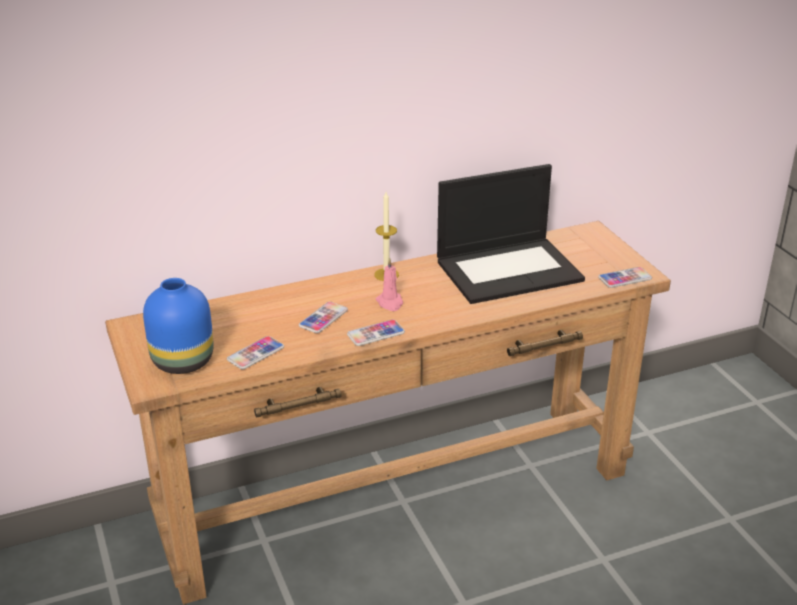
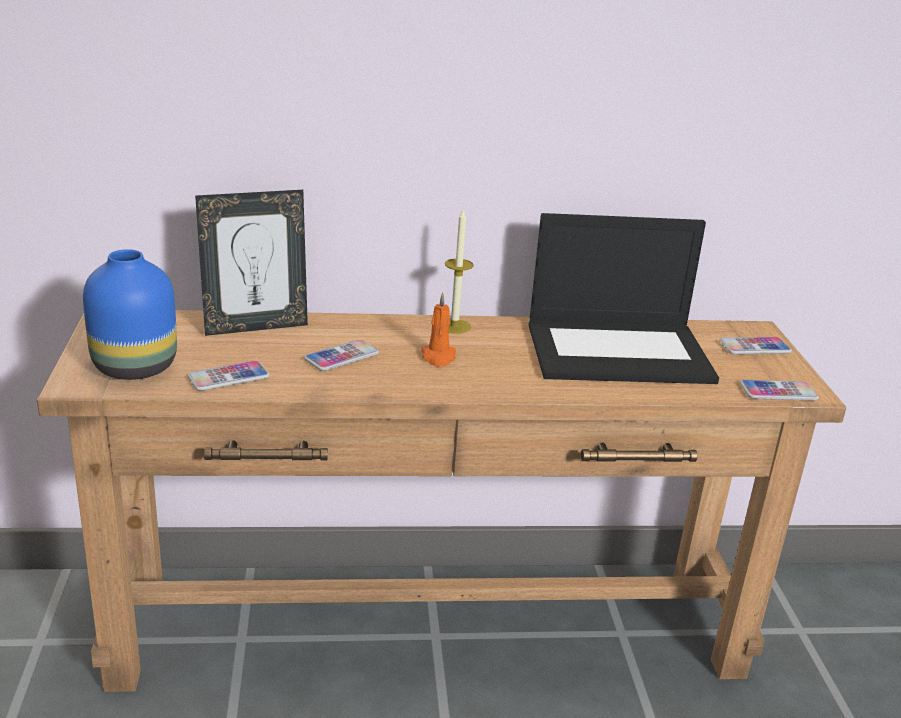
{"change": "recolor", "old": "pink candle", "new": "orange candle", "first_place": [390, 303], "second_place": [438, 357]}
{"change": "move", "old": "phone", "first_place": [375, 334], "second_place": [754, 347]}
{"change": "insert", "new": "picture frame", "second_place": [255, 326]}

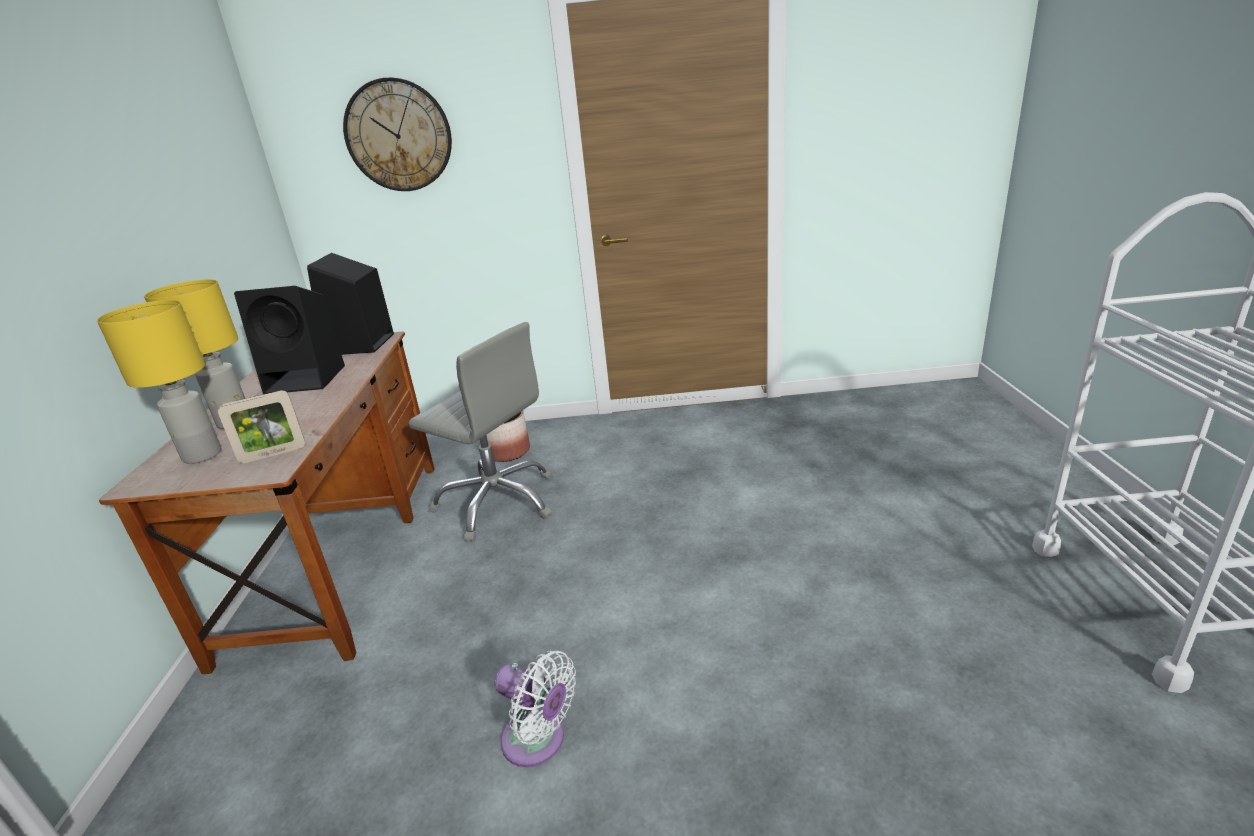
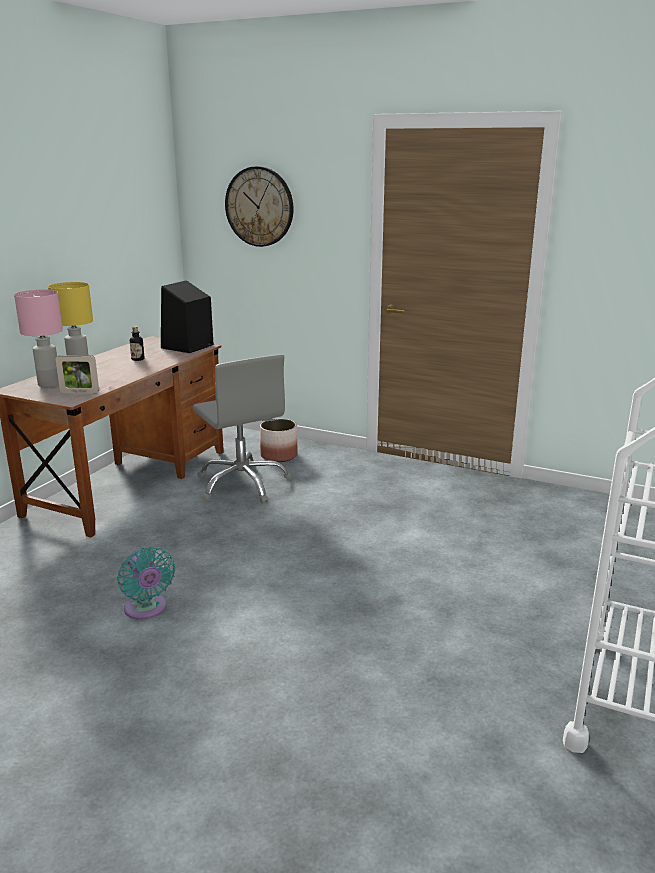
{"change": "replace", "old": "black speaker", "new": "bottle", "first_place": [308, 379], "second_place": [138, 359]}
{"change": "recolor", "old": "yellow table lamp", "new": "pink table lamp", "first_place": [202, 456], "second_place": [49, 384]}
{"change": "recolor", "old": "white fan", "new": "turquoise fan", "first_place": [538, 741], "second_place": [146, 609]}

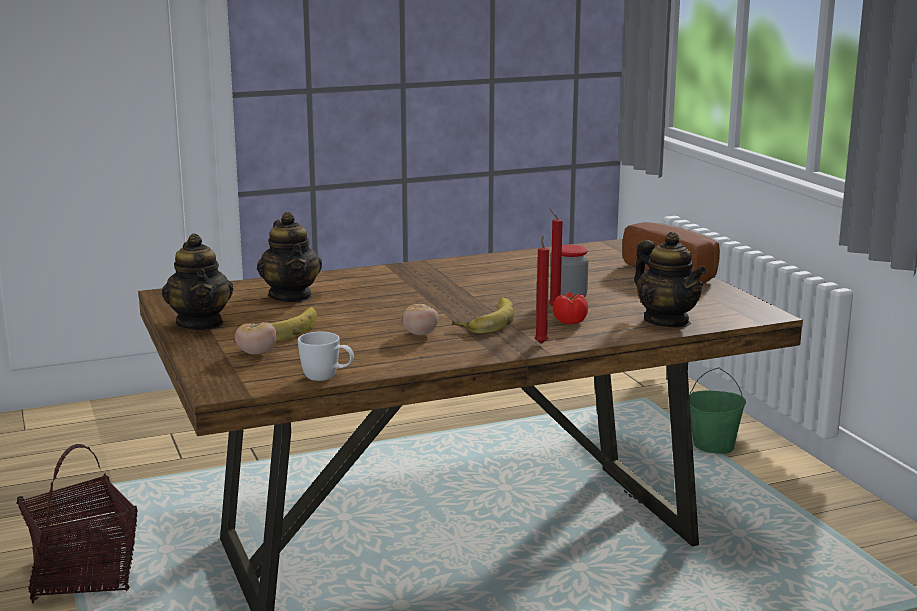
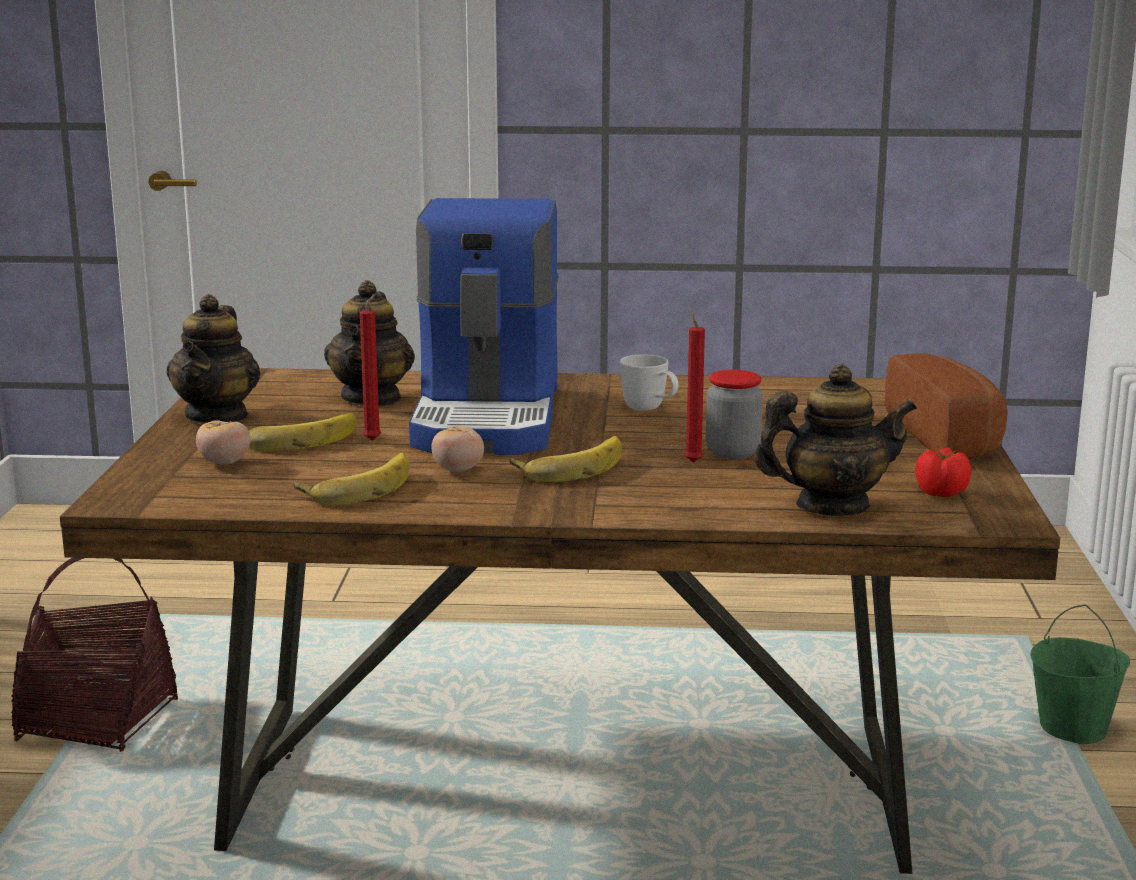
{"change": "rotate", "old": "teapot", "first_place": [667, 321], "second_place": [831, 506], "degrees": -90}
{"change": "move", "old": "red candle", "first_place": [541, 343], "second_place": [374, 439]}
{"change": "move", "old": "tomato", "first_place": [569, 321], "second_place": [940, 492]}
{"change": "move", "old": "white mug", "first_place": [327, 378], "second_place": [650, 410]}
{"change": "insert", "new": "coffee machine", "second_place": [490, 418]}
{"change": "insert", "new": "banana", "second_place": [357, 486]}

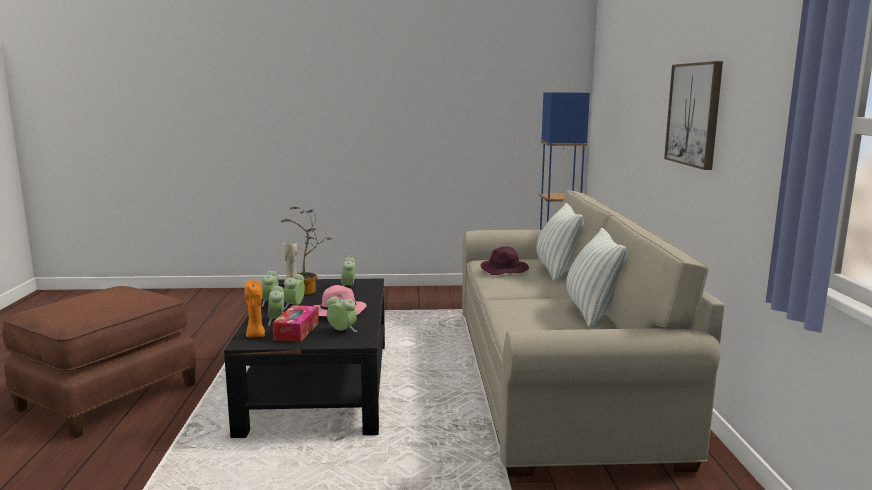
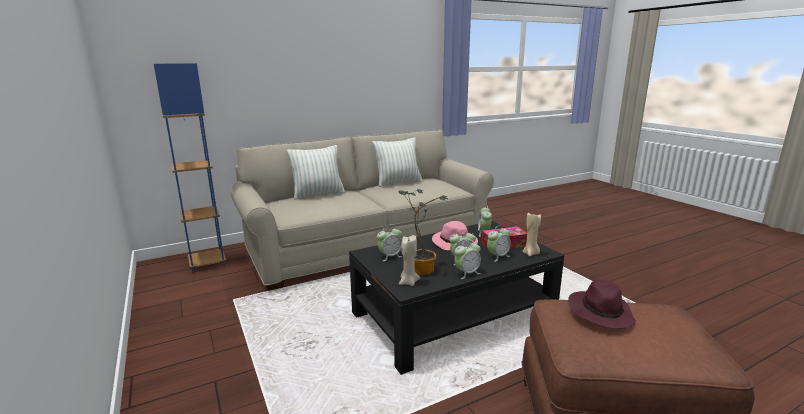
{"change": "delete", "old": "picture", "first_place": [694, 114]}
{"change": "move", "old": "purple hat", "first_place": [505, 270], "second_place": [600, 313]}
{"change": "recolor", "old": "orange candle", "new": "beige candle", "first_place": [255, 335], "second_place": [531, 253]}

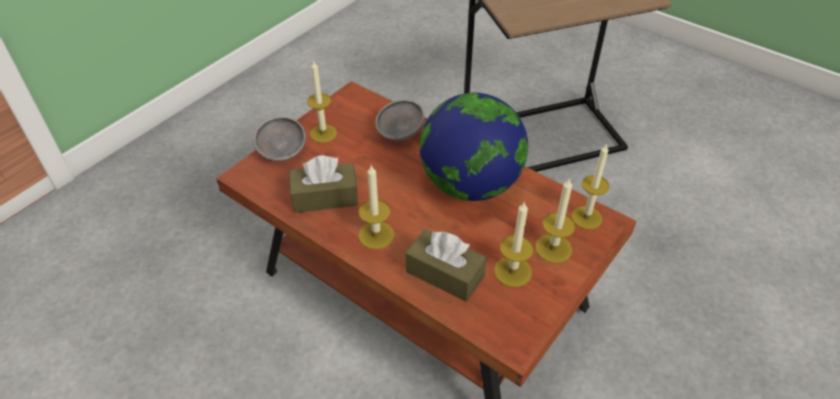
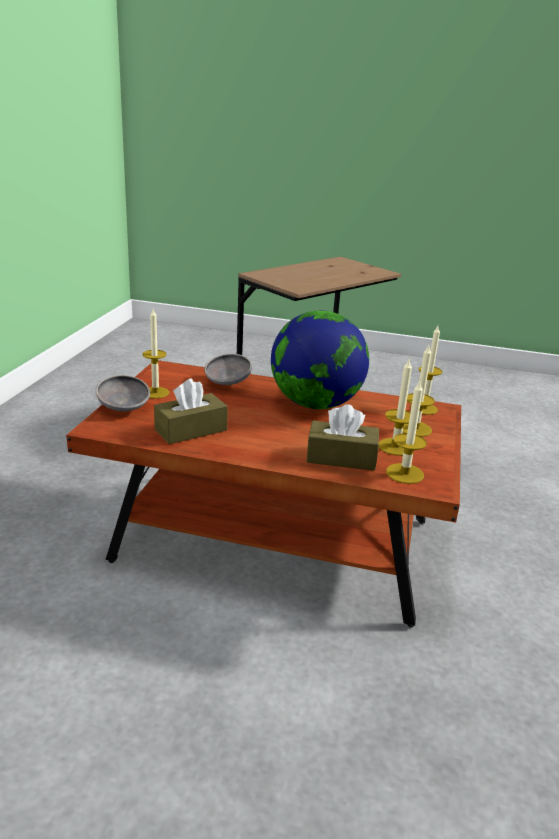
{"change": "move", "old": "candle", "first_place": [376, 235], "second_place": [405, 473]}

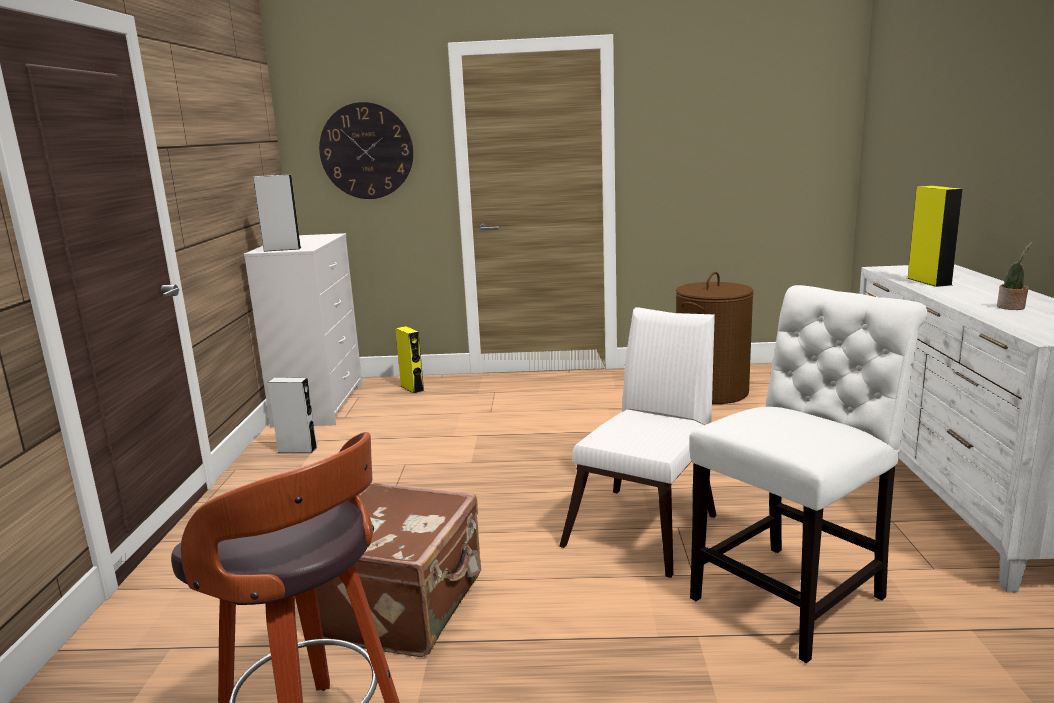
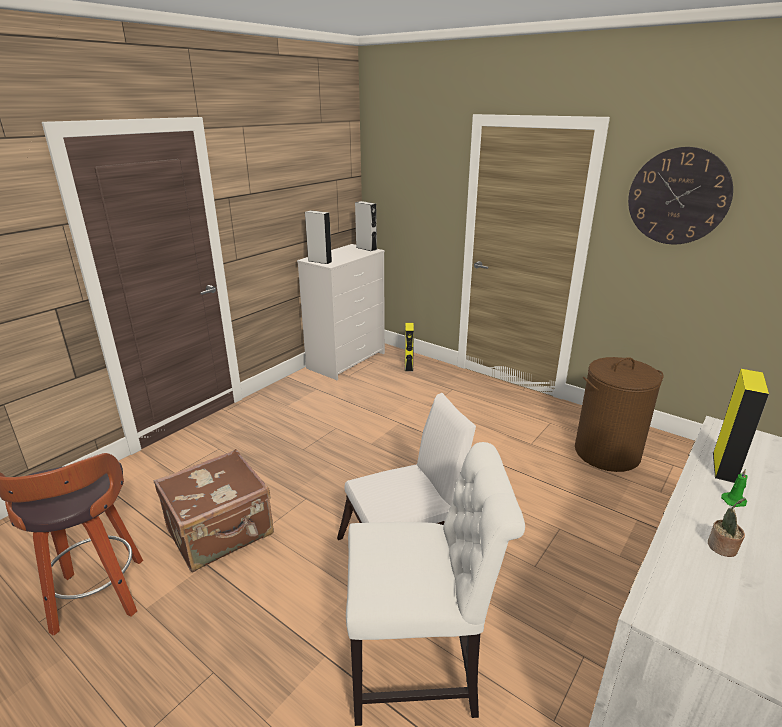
{"change": "move", "old": "wall clock", "first_place": [366, 151], "second_place": [678, 196]}
{"change": "move", "old": "grey speaker", "first_place": [297, 450], "second_place": [366, 248]}
{"change": "insert", "new": "green candle", "second_place": [734, 501]}

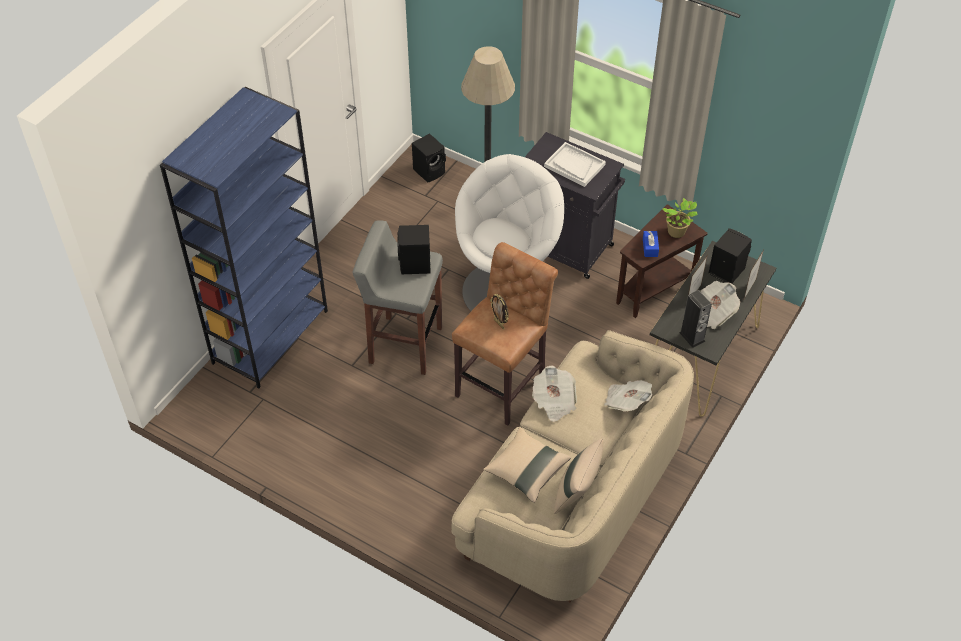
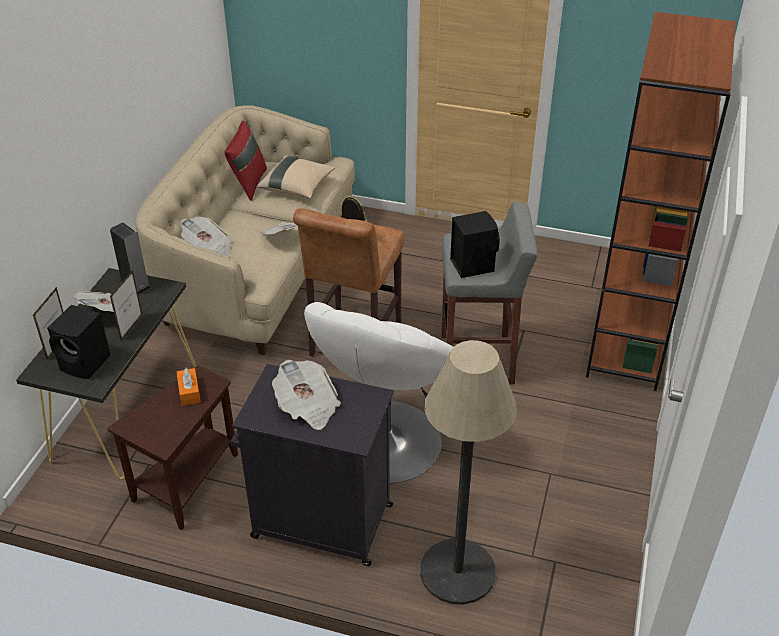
{"change": "recolor", "old": "blue bookcase", "new": "brown bookcase", "first_place": [270, 336], "second_place": [628, 340]}
{"change": "delete", "old": "black speaker", "first_place": [430, 171]}
{"change": "replace", "old": "white tray", "new": "newspaper", "first_place": [574, 165], "second_place": [307, 407]}
{"change": "delete", "old": "potted plant", "first_place": [677, 232]}
{"change": "recolor", "old": "blue tissue box", "new": "orange tissue box", "first_place": [650, 247], "second_place": [189, 392]}
{"change": "recolor", "old": "beige pillow", "new": "red pillow", "first_place": [577, 493], "second_place": [248, 184]}

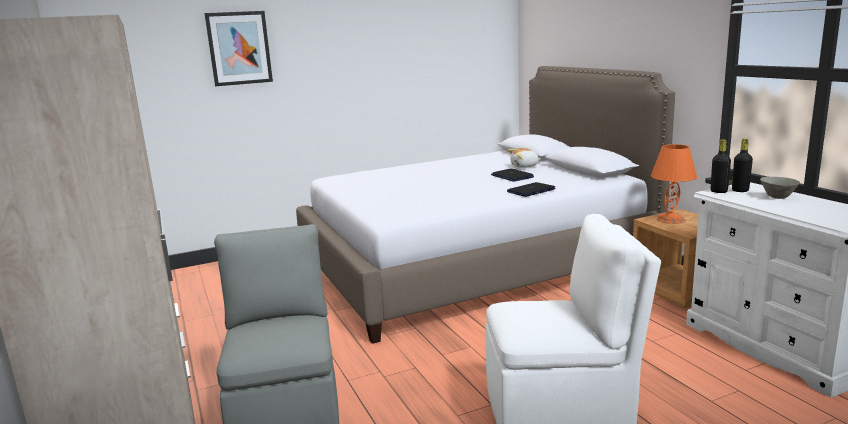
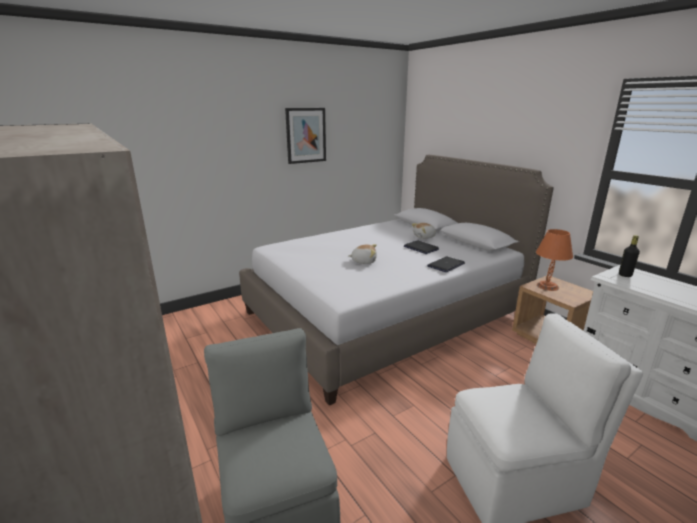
{"change": "move", "old": "picture", "first_place": [239, 48], "second_place": [306, 135]}
{"change": "delete", "old": "black bottle", "first_place": [718, 191]}
{"change": "delete", "old": "grey bowl", "first_place": [778, 197]}
{"change": "insert", "new": "plush toy", "second_place": [364, 261]}

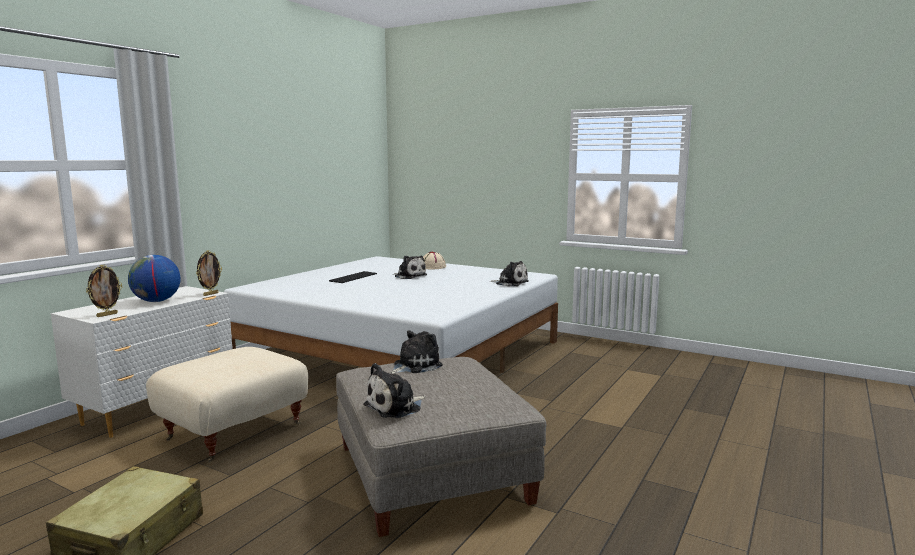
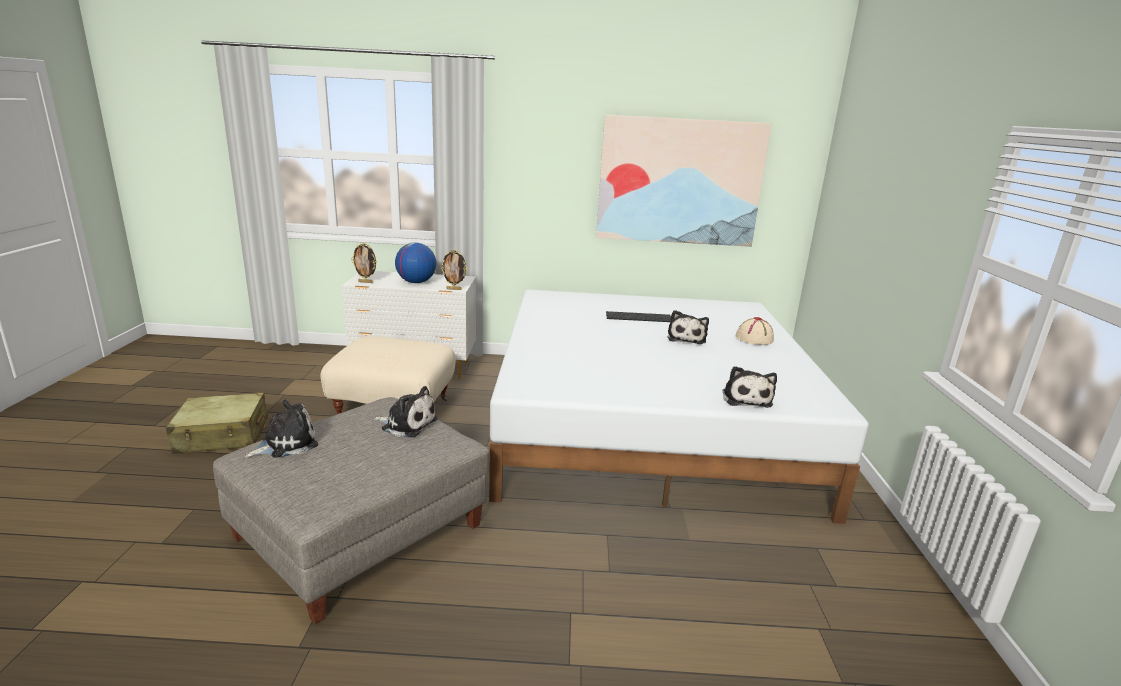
{"change": "rotate", "old": "plush toy", "first_place": [395, 407], "second_place": [286, 443], "degrees": 120}
{"change": "insert", "new": "picture", "second_place": [679, 182]}

